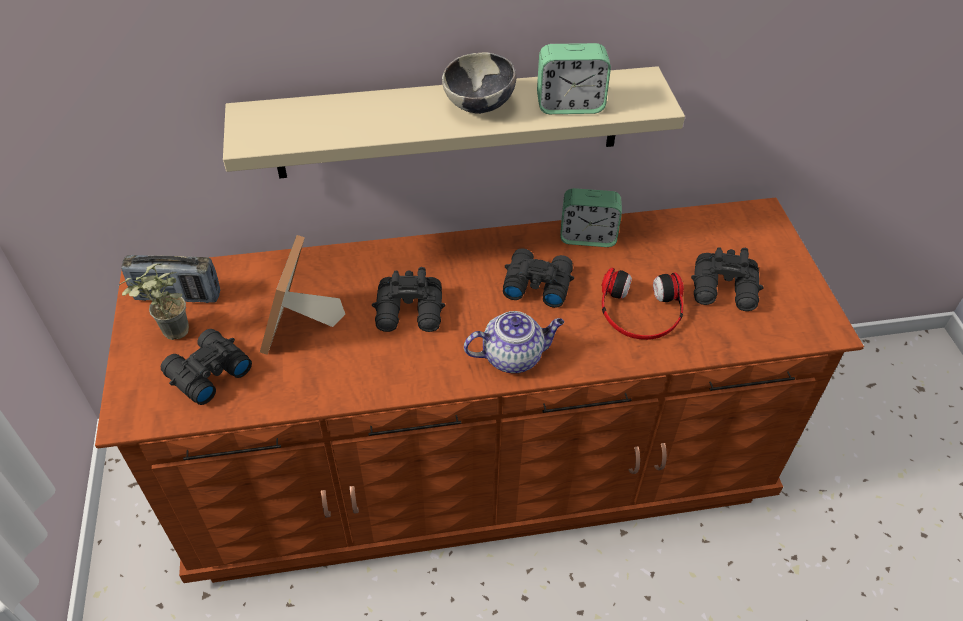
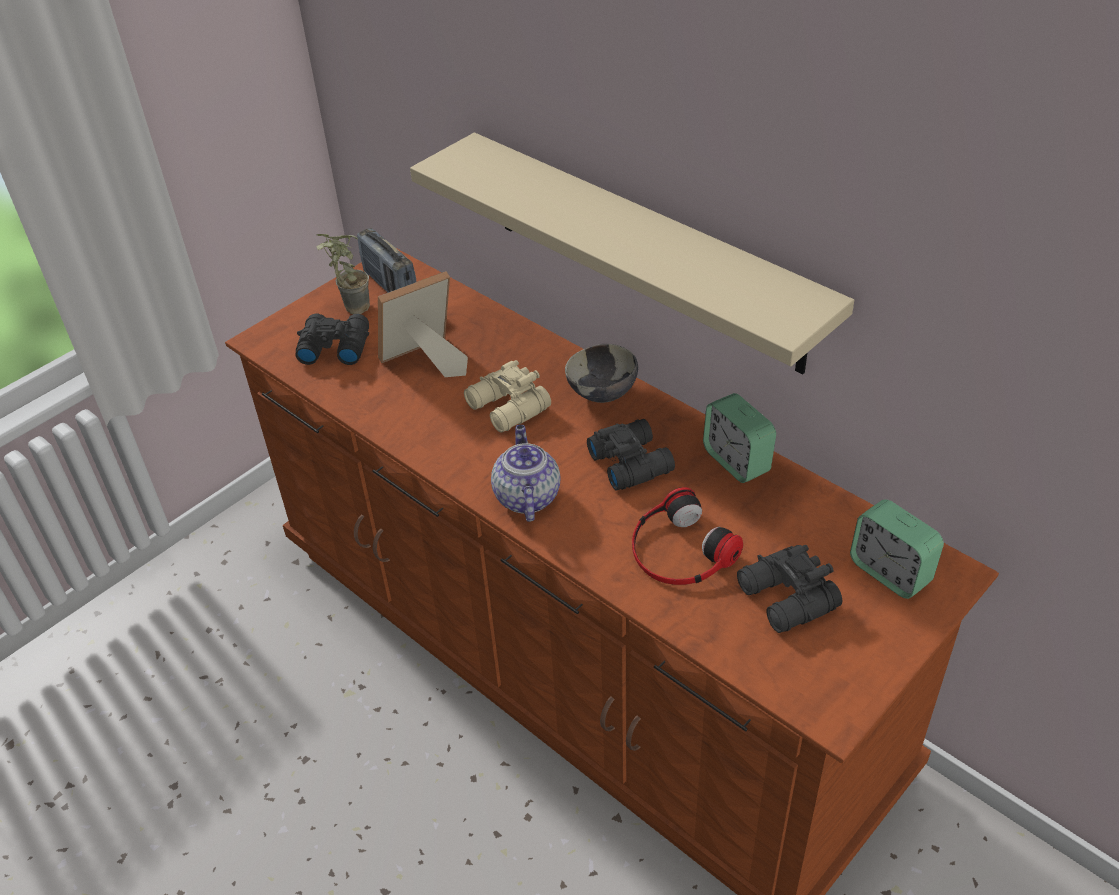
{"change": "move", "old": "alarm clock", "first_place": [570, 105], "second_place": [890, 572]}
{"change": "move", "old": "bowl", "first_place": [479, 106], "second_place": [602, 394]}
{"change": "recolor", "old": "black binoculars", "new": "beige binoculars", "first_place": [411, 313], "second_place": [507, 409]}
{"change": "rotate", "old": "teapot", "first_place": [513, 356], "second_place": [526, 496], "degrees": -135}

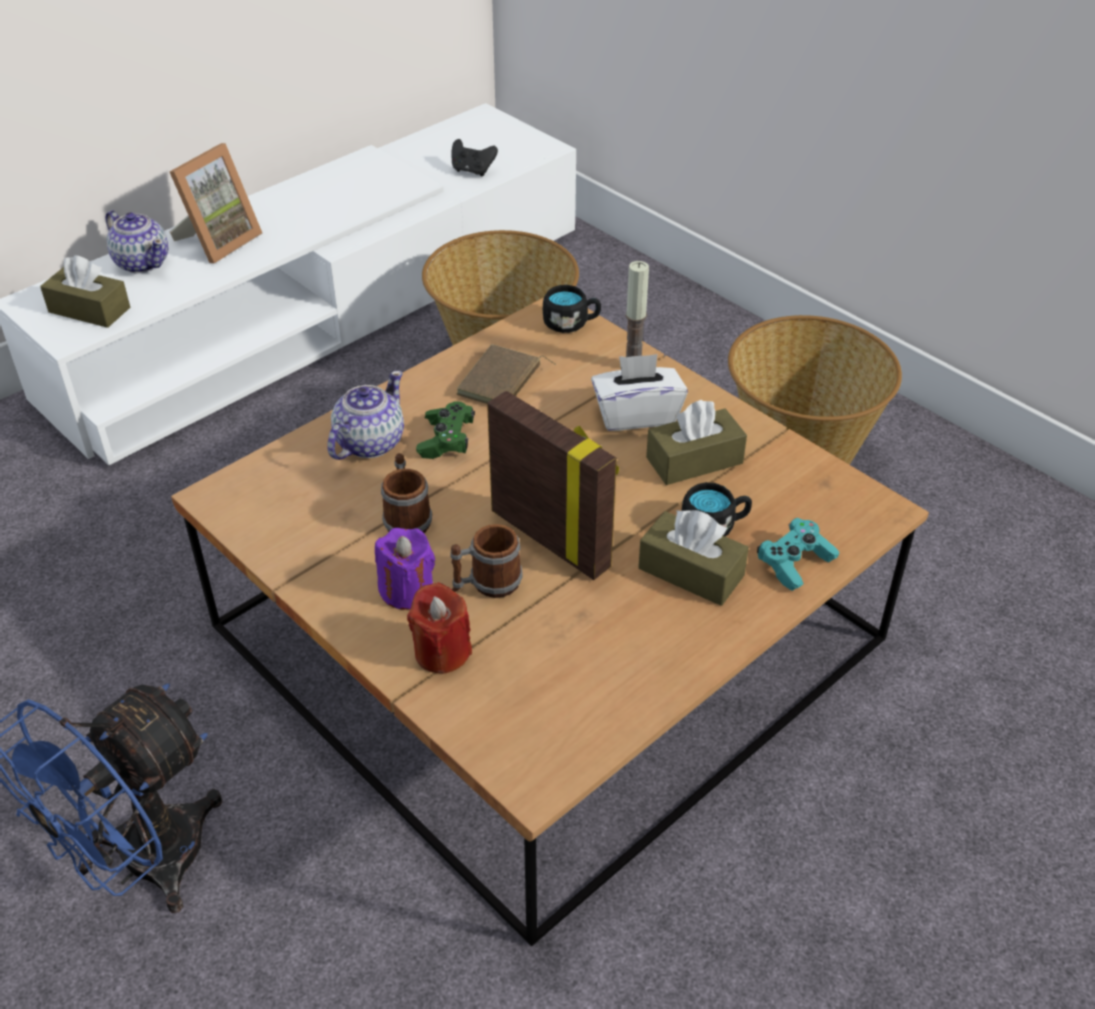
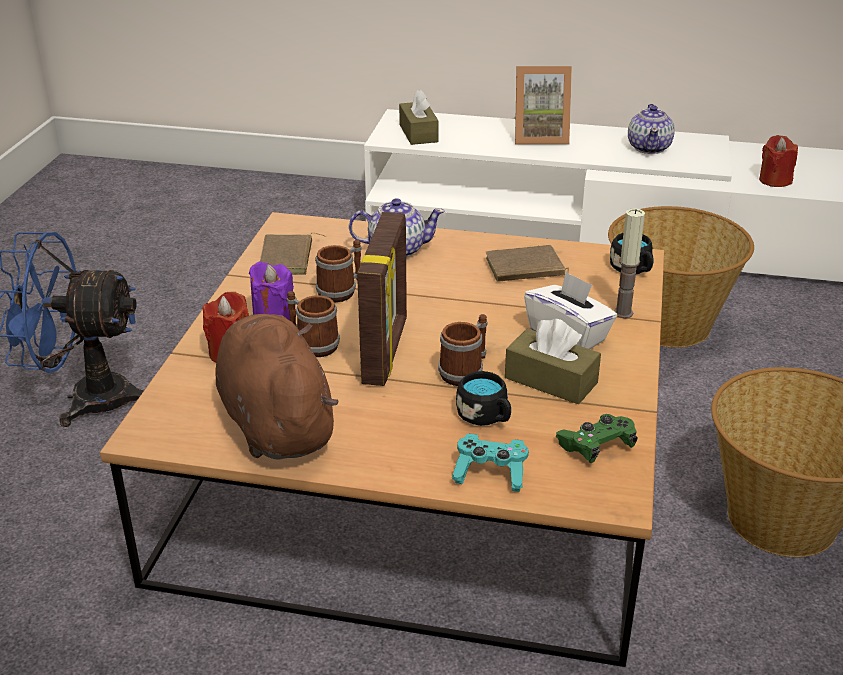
{"change": "replace", "old": "black game controller", "new": "red candle", "first_place": [472, 171], "second_place": [775, 180]}
{"change": "move", "old": "teapot", "first_place": [142, 262], "second_place": [649, 147]}
{"change": "move", "old": "green game controller", "first_place": [446, 440], "second_place": [596, 447]}
{"change": "delete", "old": "brown tissue box", "first_place": [691, 572]}
{"change": "insert", "new": "brown book", "second_place": [288, 259]}
{"change": "insert", "new": "brown plush toy", "second_place": [275, 422]}
{"change": "insert", "new": "mug", "second_place": [465, 371]}

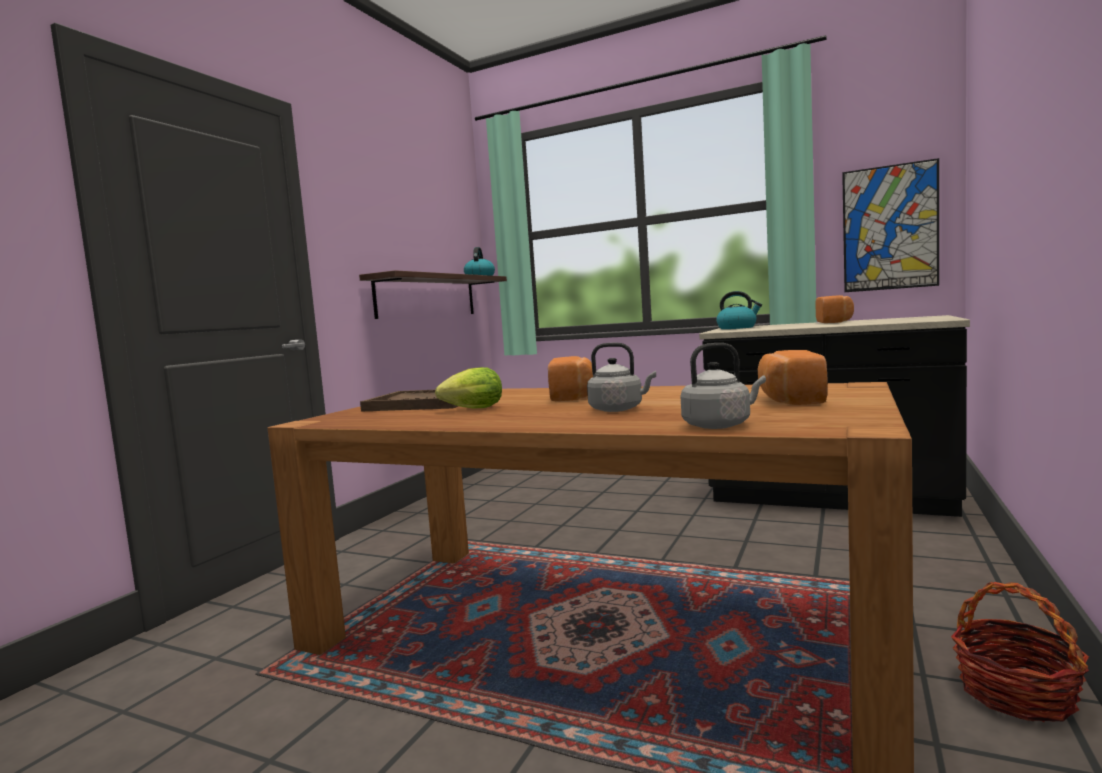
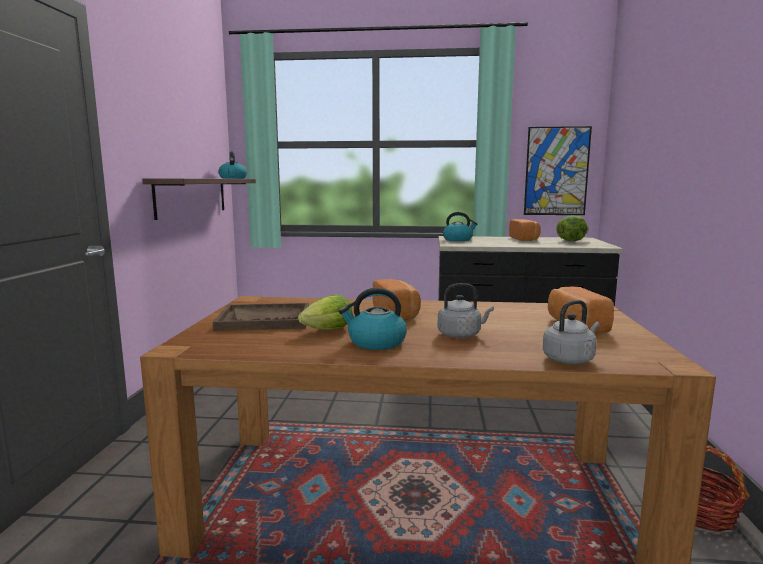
{"change": "insert", "new": "lettuce", "second_place": [571, 241]}
{"change": "insert", "new": "kettle", "second_place": [375, 342]}

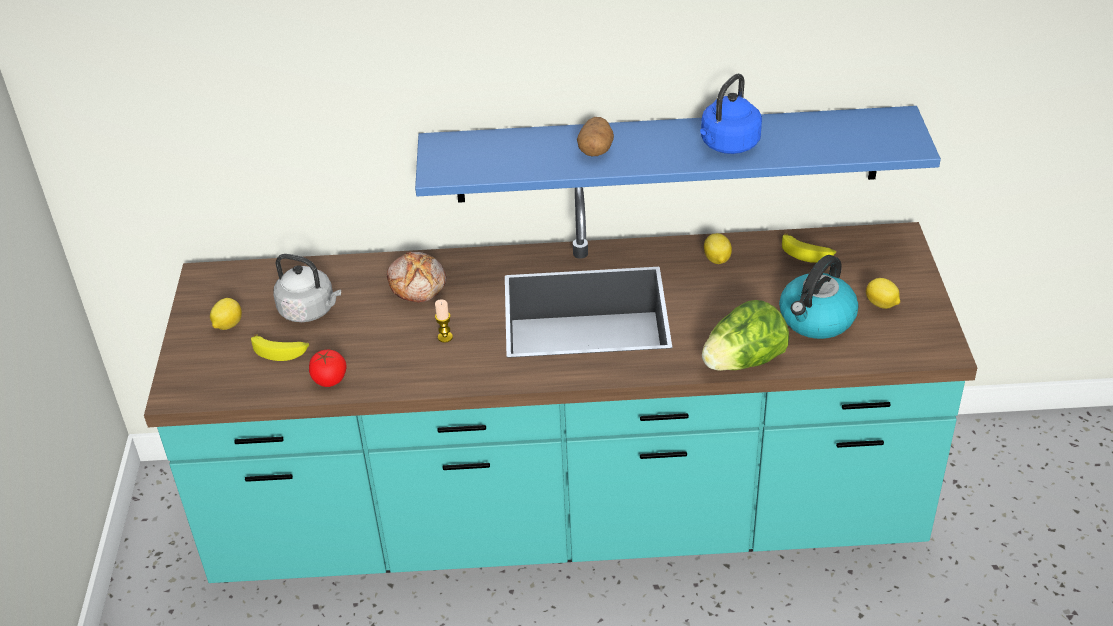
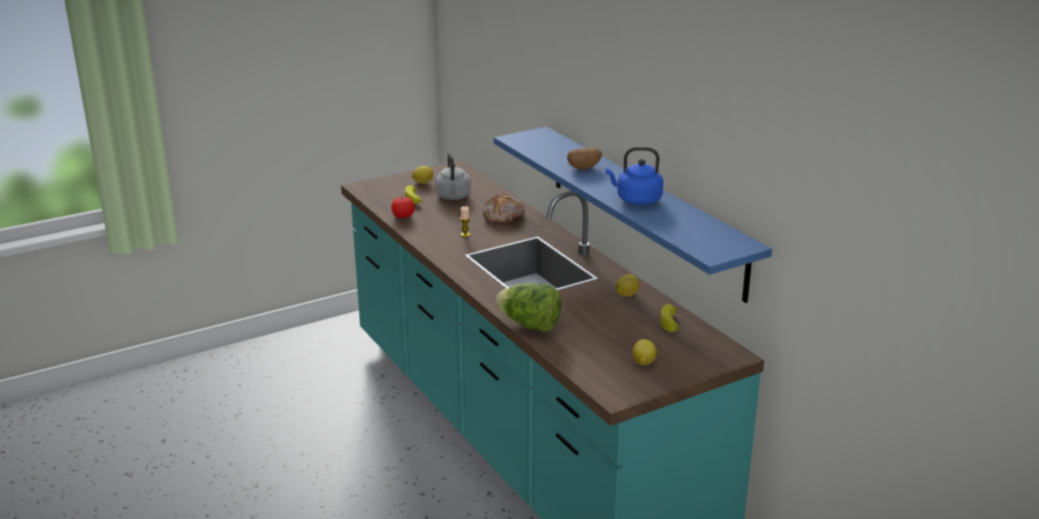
{"change": "delete", "old": "kettle", "first_place": [816, 320]}

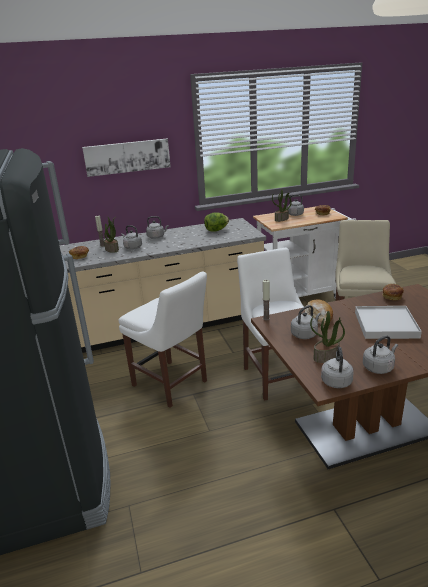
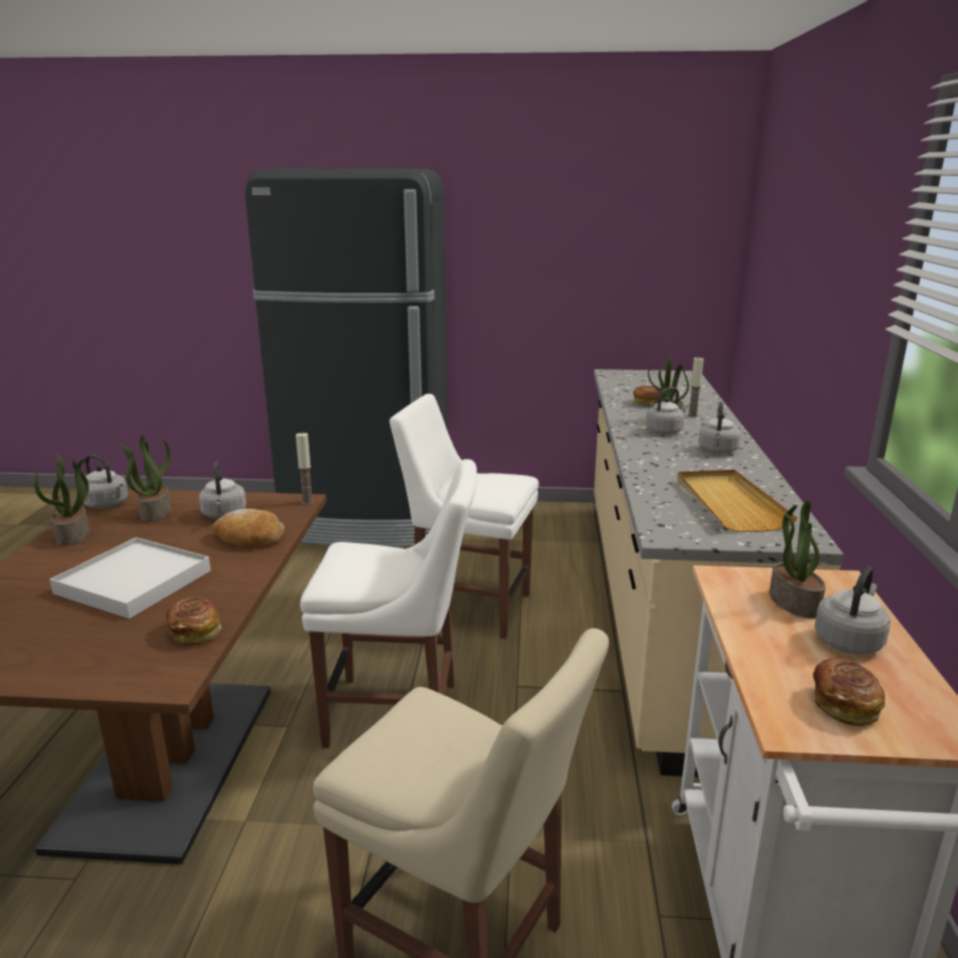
{"change": "delete", "old": "picture", "first_place": [127, 157]}
{"change": "replace", "old": "lettuce", "new": "beige tray", "first_place": [216, 230], "second_place": [729, 504]}
{"change": "rotate", "old": "white chair", "first_place": [172, 385], "second_place": [467, 606], "degrees": 45}
{"change": "replace", "old": "grey kettle", "new": "potted plant", "first_place": [379, 367], "second_place": [73, 536]}

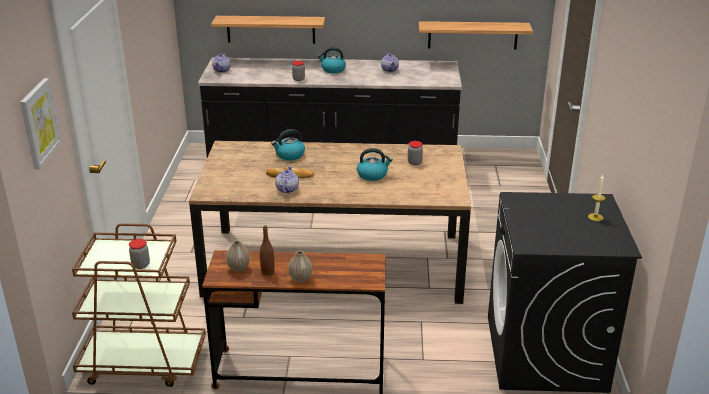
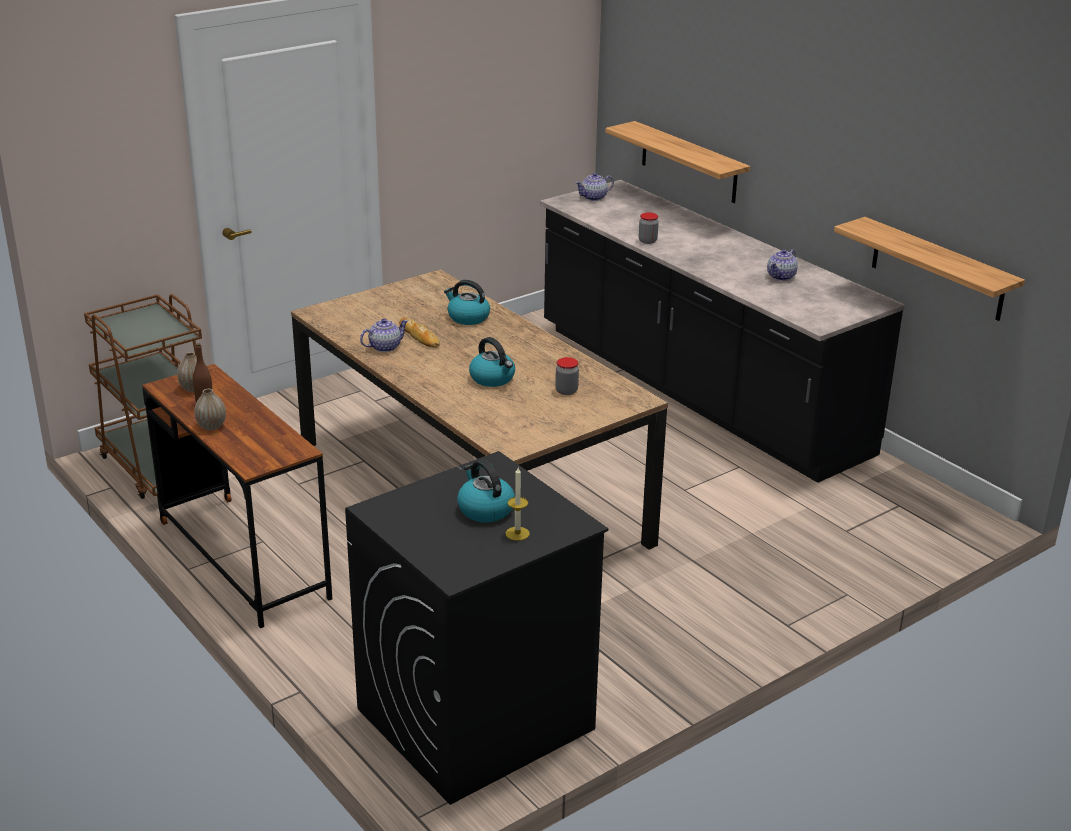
{"change": "move", "old": "kettle", "first_place": [333, 70], "second_place": [485, 509]}
{"change": "delete", "old": "picture", "first_place": [39, 123]}
{"change": "delete", "old": "jar", "first_place": [141, 265]}

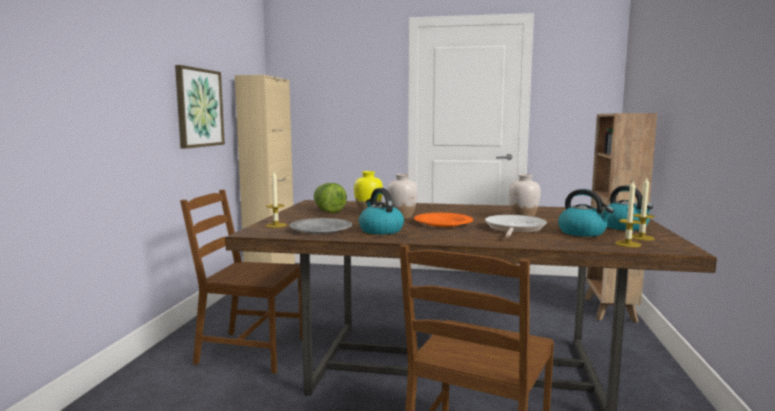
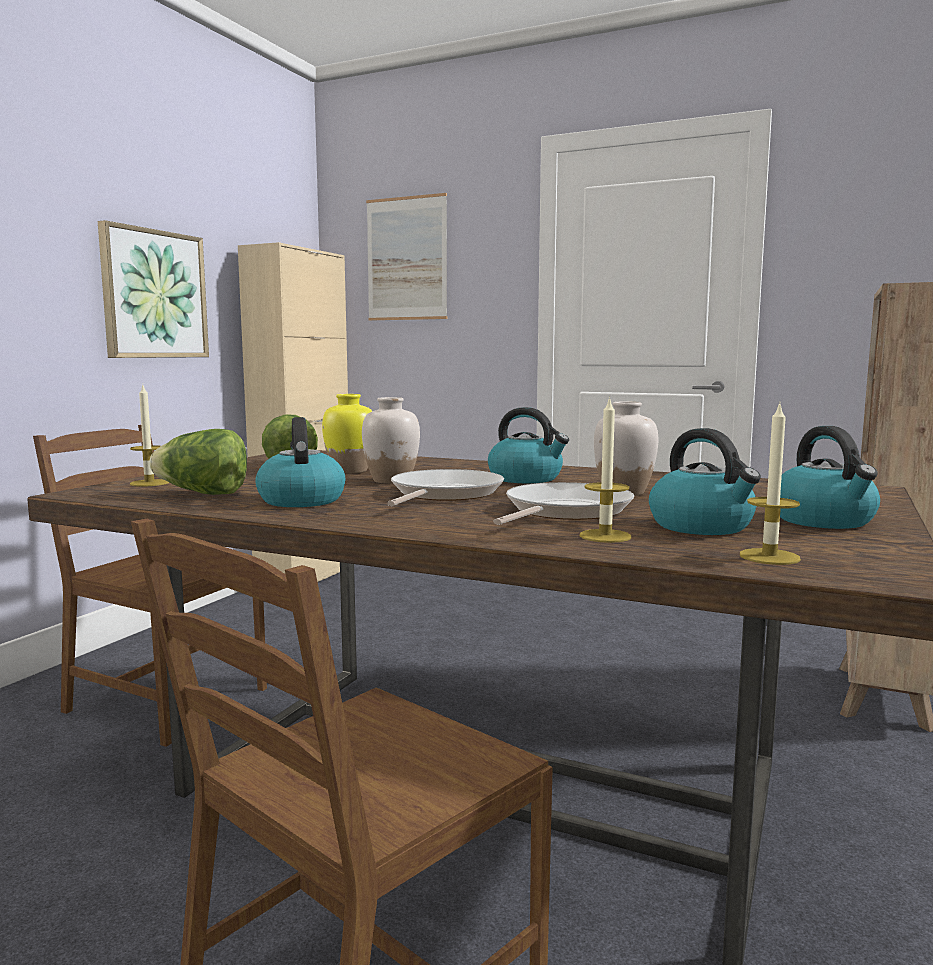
{"change": "move", "old": "candle", "first_place": [641, 237], "second_place": [605, 536]}
{"change": "replace", "old": "orange plate", "new": "frying pan", "first_place": [442, 223], "second_place": [443, 494]}
{"change": "replace", "old": "grey plate", "new": "lettuce", "first_place": [321, 230], "second_place": [203, 494]}
{"change": "insert", "new": "picture", "second_place": [406, 259]}
{"change": "insert", "new": "kettle", "second_place": [526, 478]}

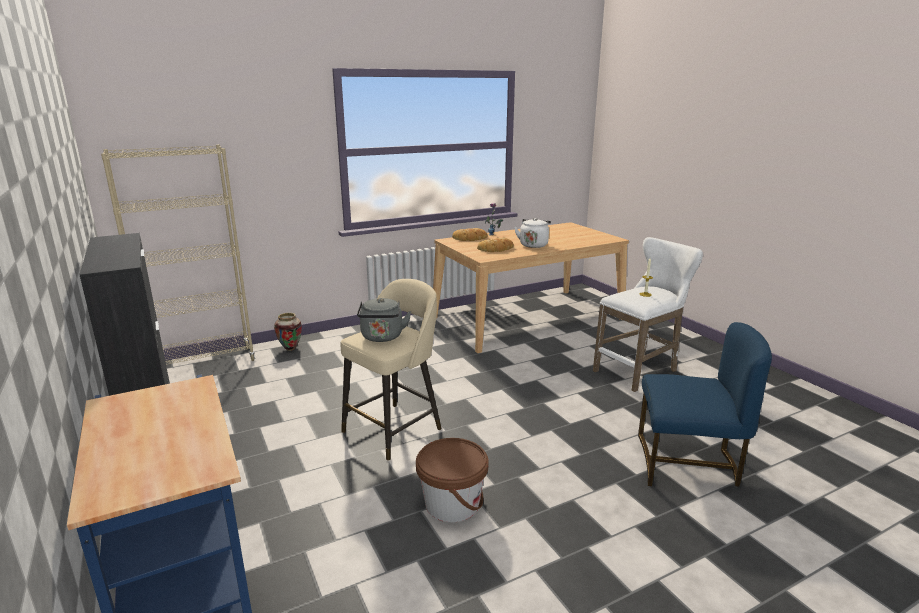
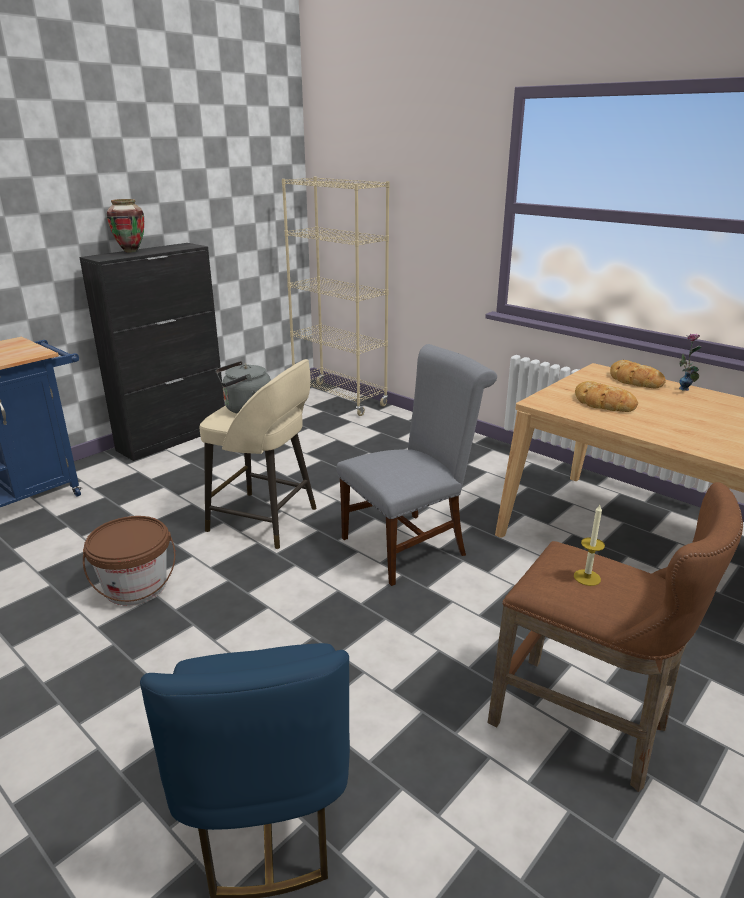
{"change": "delete", "old": "white kettle", "first_place": [533, 245]}
{"change": "recolor", "old": "white stool", "new": "brown stool", "first_place": [640, 370], "second_place": [587, 727]}
{"change": "move", "old": "vase", "first_place": [290, 349], "second_place": [131, 251]}
{"change": "insert", "new": "grey chair", "second_place": [410, 544]}

